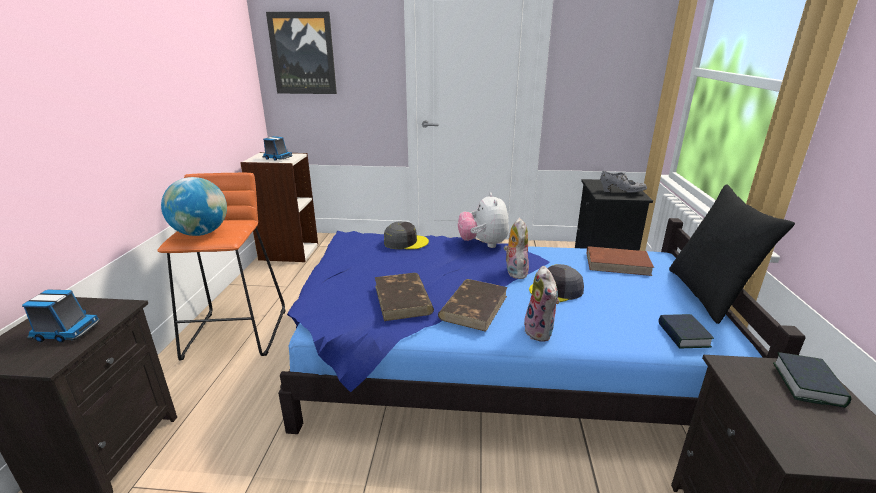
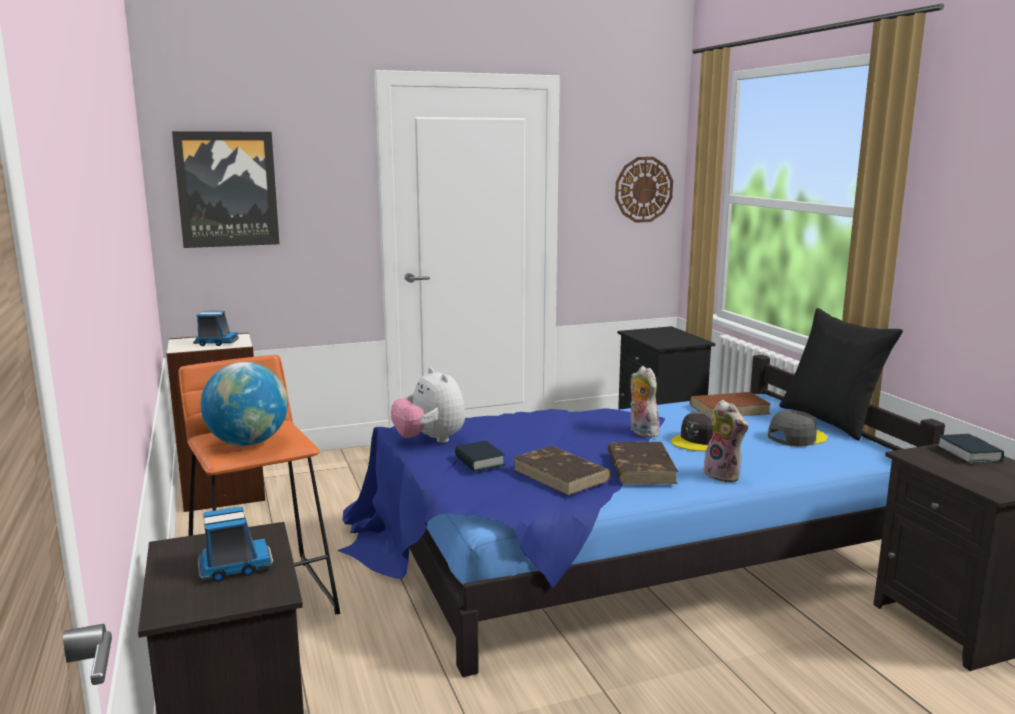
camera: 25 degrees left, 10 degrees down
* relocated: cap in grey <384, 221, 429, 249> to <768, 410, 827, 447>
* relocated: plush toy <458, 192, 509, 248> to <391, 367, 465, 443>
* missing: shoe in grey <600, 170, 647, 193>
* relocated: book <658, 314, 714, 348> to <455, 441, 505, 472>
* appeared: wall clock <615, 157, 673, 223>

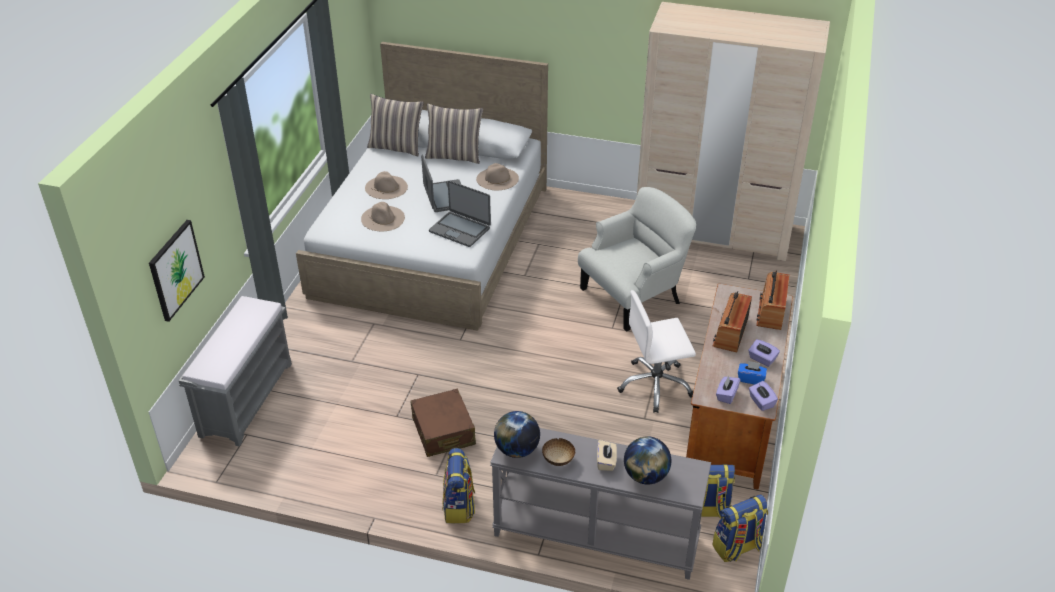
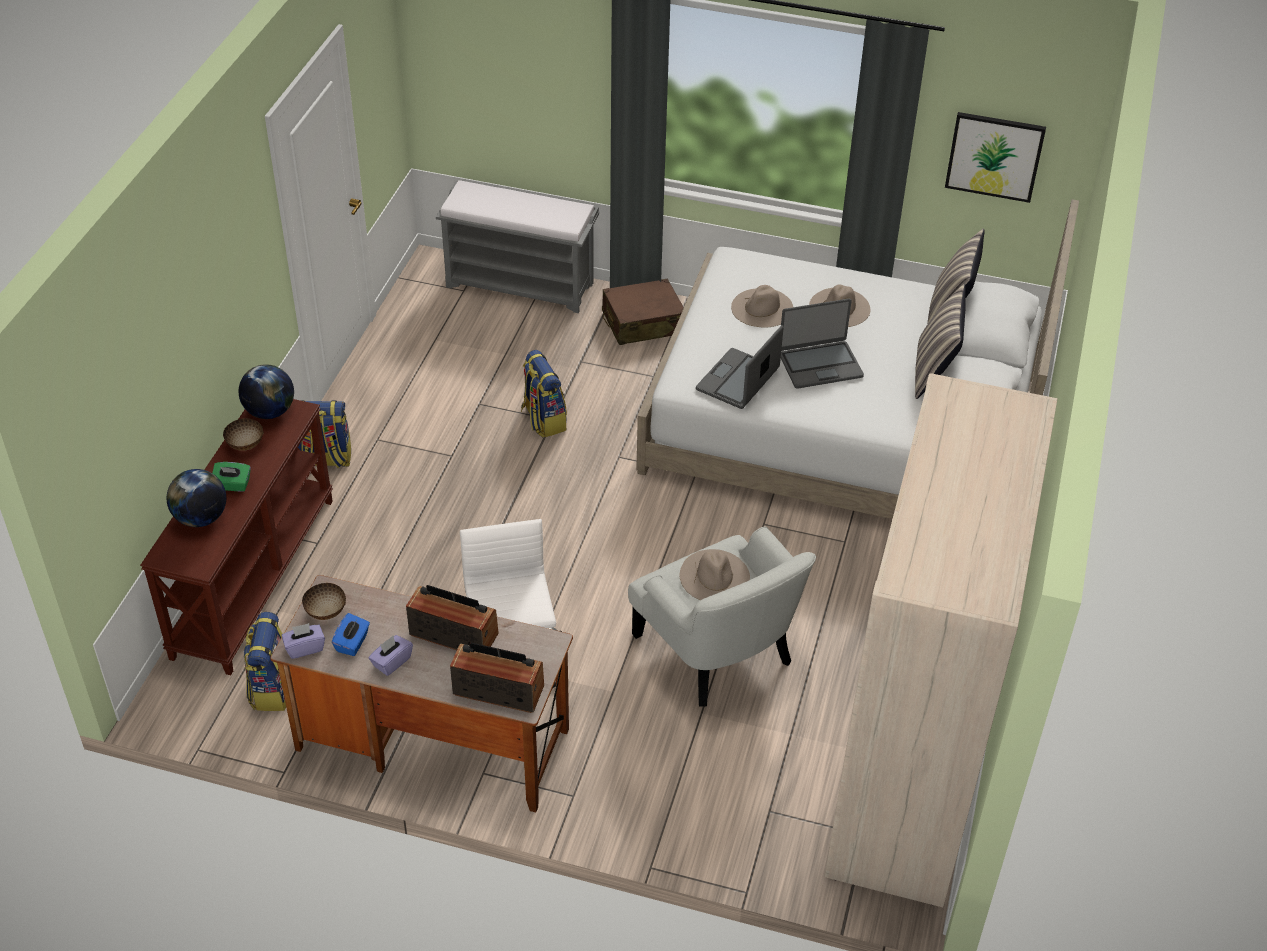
camera: 90 degrees right, 5 degrees up
* relocated: picture <149, 220, 205, 322> to <945, 112, 1046, 203>
* relocated: suitcase in brown <410, 389, 476, 457> to <602, 279, 684, 345>
* relocated: hat in beige <476, 163, 519, 190> to <680, 549, 750, 600>
* colour: console table in grey <490, 428, 711, 580> to console table in brown <140, 399, 333, 675>
* colour: tissue box in beige <597, 440, 617, 471> to tissue box in green <212, 462, 251, 492>
* relocated: backpack <712, 495, 768, 562> to <521, 350, 567, 438>
* exchanged: tissue box in purple <716, 375, 740, 404> to bowl <302, 583, 346, 620>

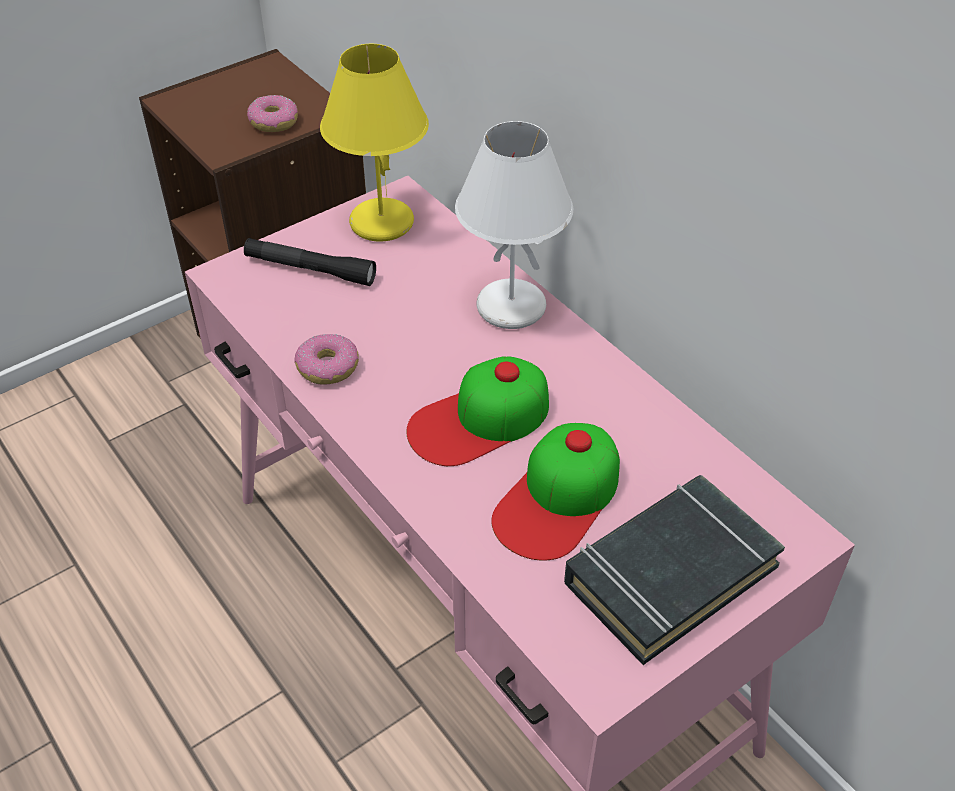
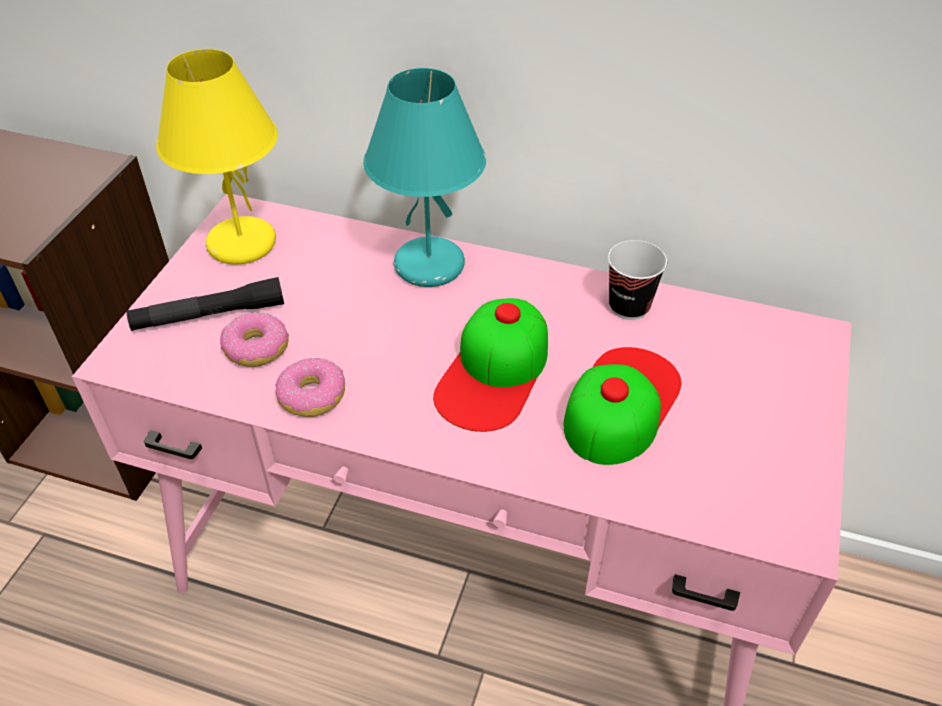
camera: 35 degrees left, 0 degrees up
* relocated: donut <247, 95, 298, 132> to <220, 312, 289, 367>
* colour: table lamp in white <455, 121, 573, 329> to table lamp in turquoise <363, 68, 486, 287>
* spun: cap <491, 423, 620, 561> = <563, 347, 681, 465> 150 degrees counterclockwise
* missing: book in black <564, 475, 785, 665>
* appeared: cup <608, 240, 667, 320>

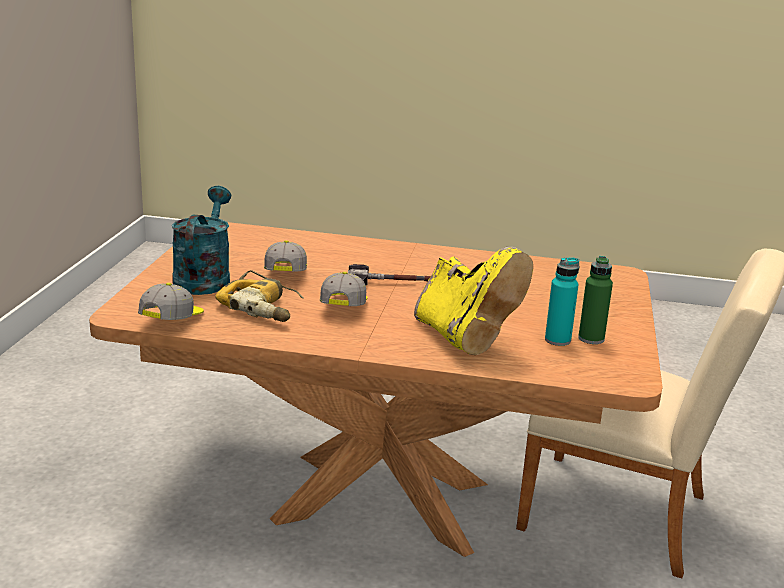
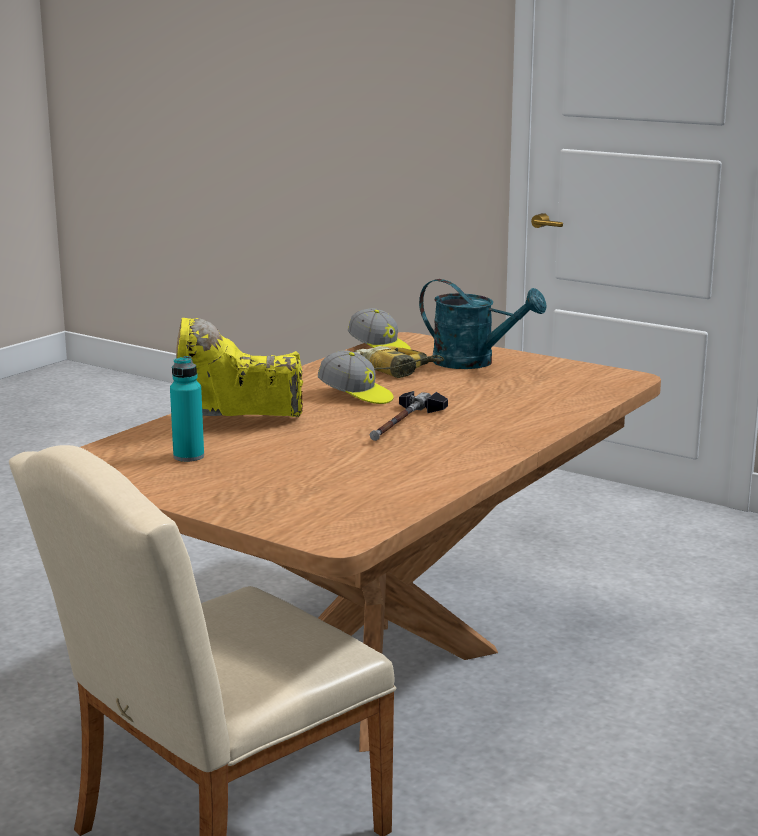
camera: 115 degrees right, 5 degrees down
* missing: cap <264, 240, 307, 272>
* missing: bottle in green <578, 256, 613, 344>

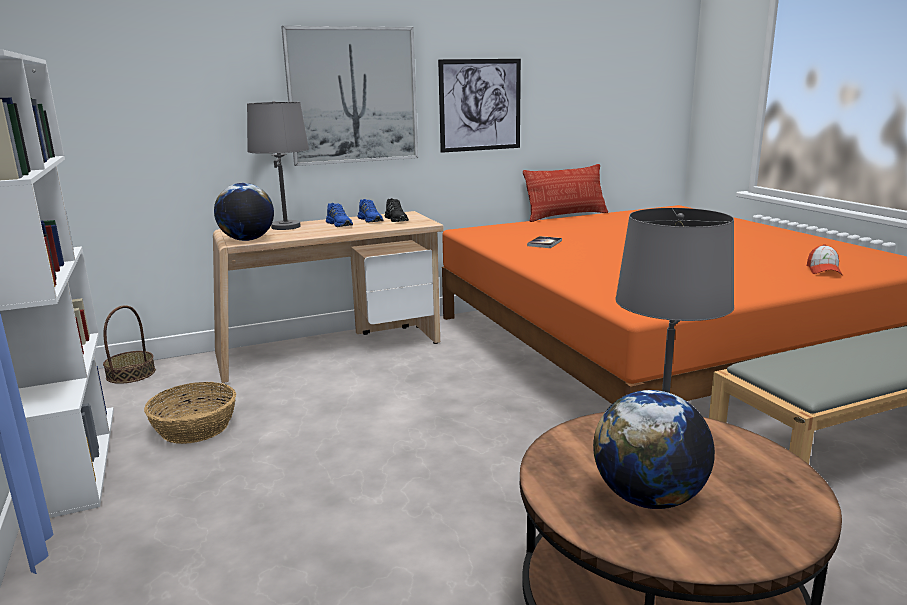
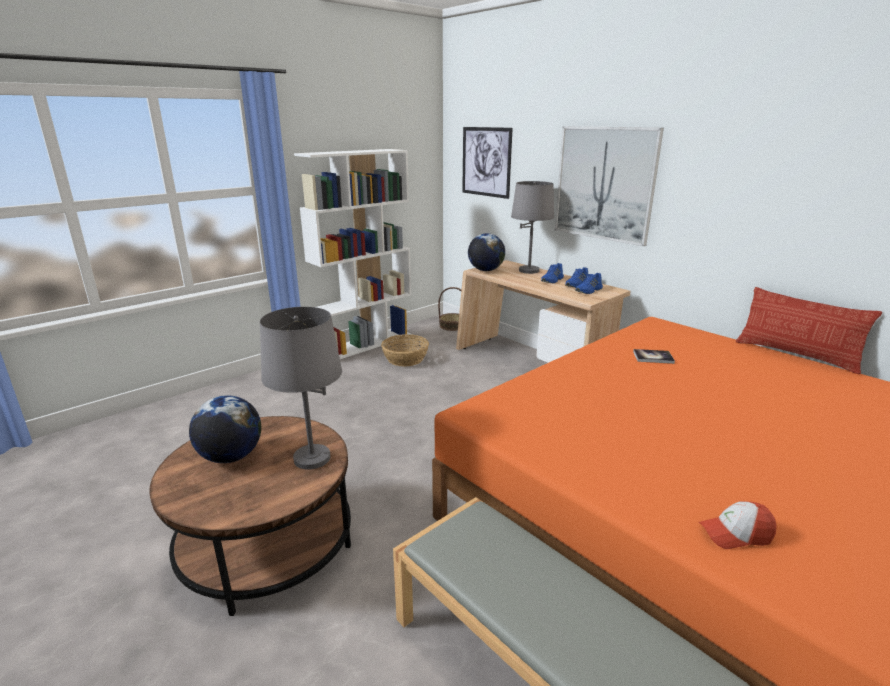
camera: 70 degrees right, 5 degrees up
* colour: shoe in black <385, 198, 409, 222> to shoe in blue <575, 273, 603, 294>
* relocated: picture <438, 59, 521, 153> to <462, 127, 513, 199>

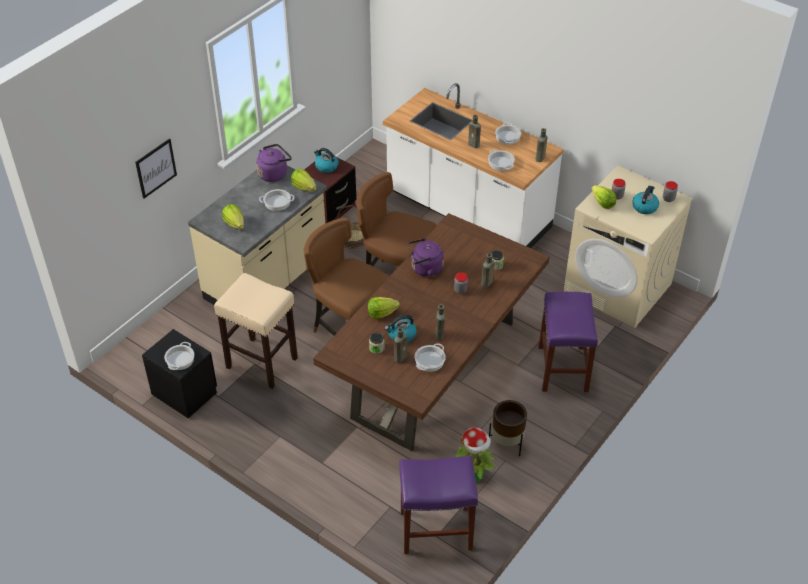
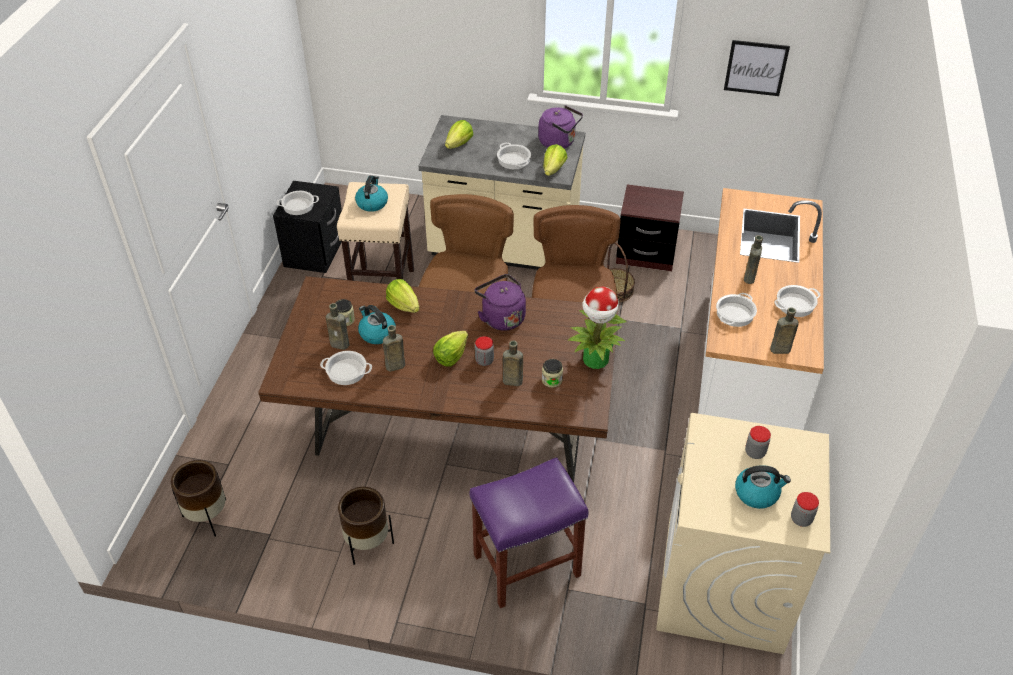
camera: 65 degrees right, 0 degrees up
* relocated: picture <135, 139, 177, 199> to <724, 40, 790, 96>
* relocated: kettle <314, 148, 338, 173> to <355, 176, 388, 212>
* exchanged: stool in purple <399, 455, 478, 554> to planter in brown <171, 460, 226, 537>
* relocated: potted plant <455, 427, 497, 482> to <568, 287, 627, 369>
* relocated: lettuce <591, 185, 617, 209> to <433, 331, 468, 367>

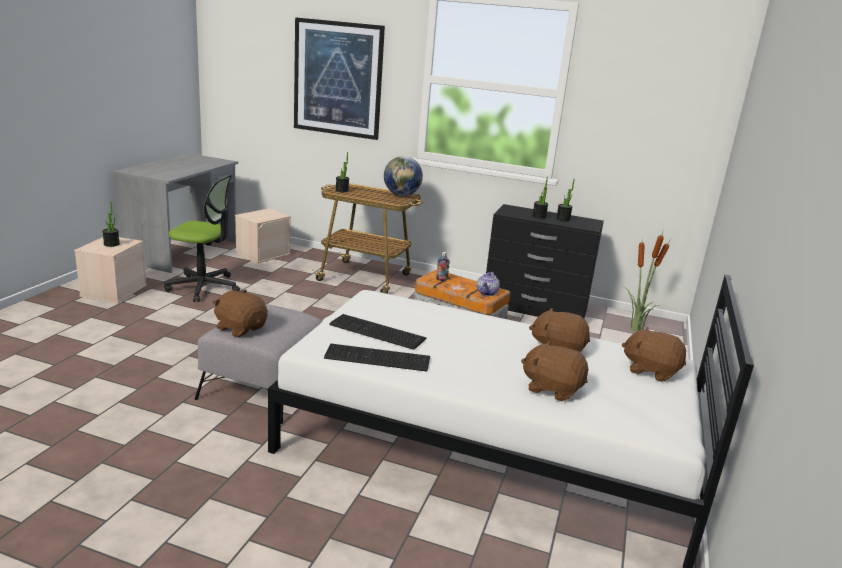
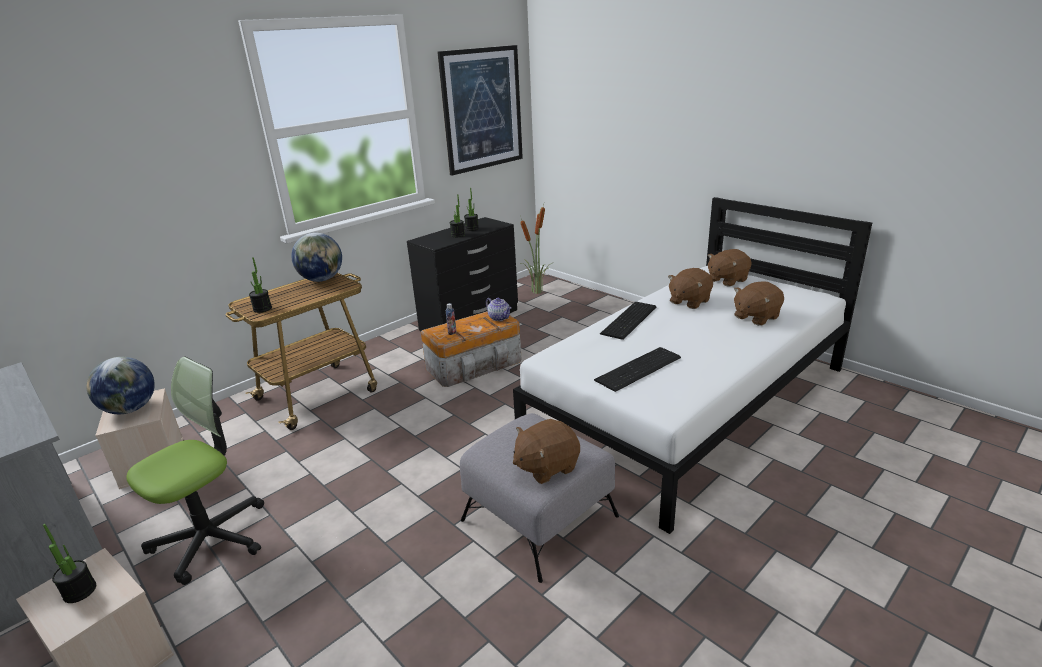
camera: 60 degrees left, 5 degrees up
* relocated: picture <294, 17, 385, 140> to <437, 45, 523, 175>
* relocated: keyboard <324, 344, 430, 372> to <600, 302, 656, 340>
* appeared: globe <87, 357, 155, 414>

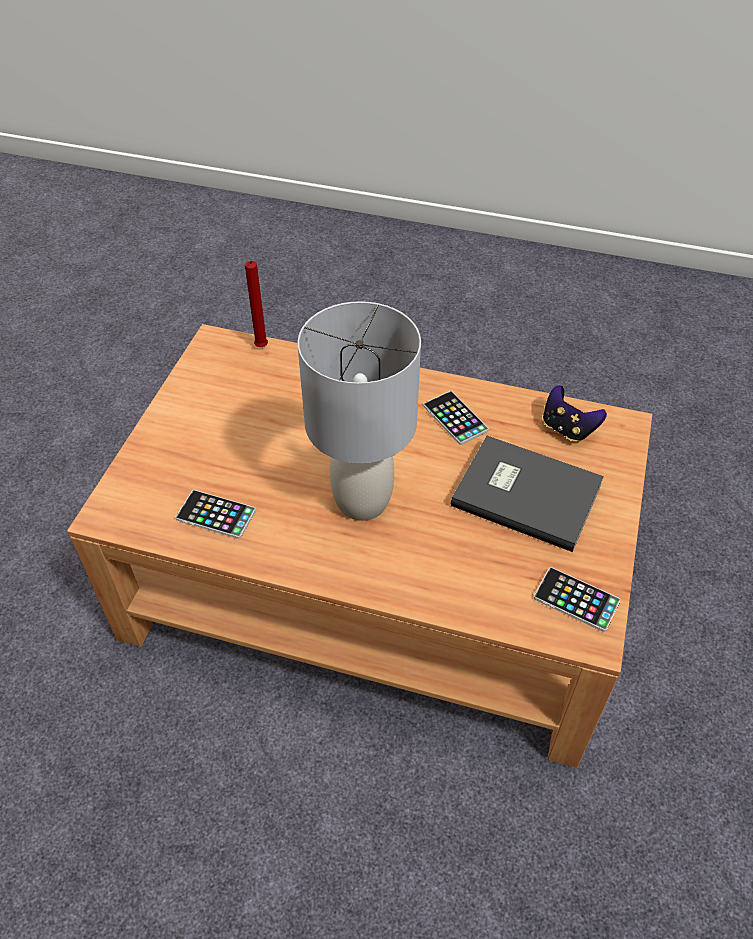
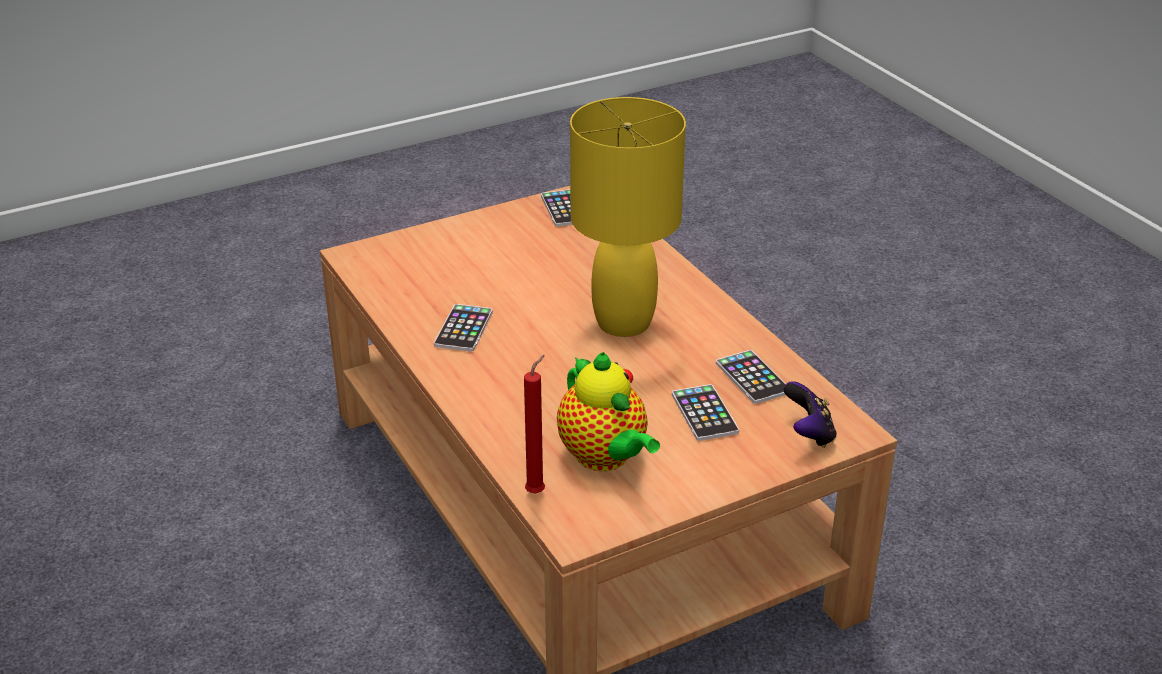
camera: 135 degrees left, 15 degrees down
* colour: table lamp in grey <298, 301, 421, 521> to table lamp in yellow <570, 97, 686, 337>
* missing: book in grey <451, 436, 604, 552>
* relocated: game controller <543, 385, 607, 442> to <783, 381, 837, 448>
* appeared: teapot <557, 352, 660, 471>
* appeared: phone <672, 384, 739, 441>

